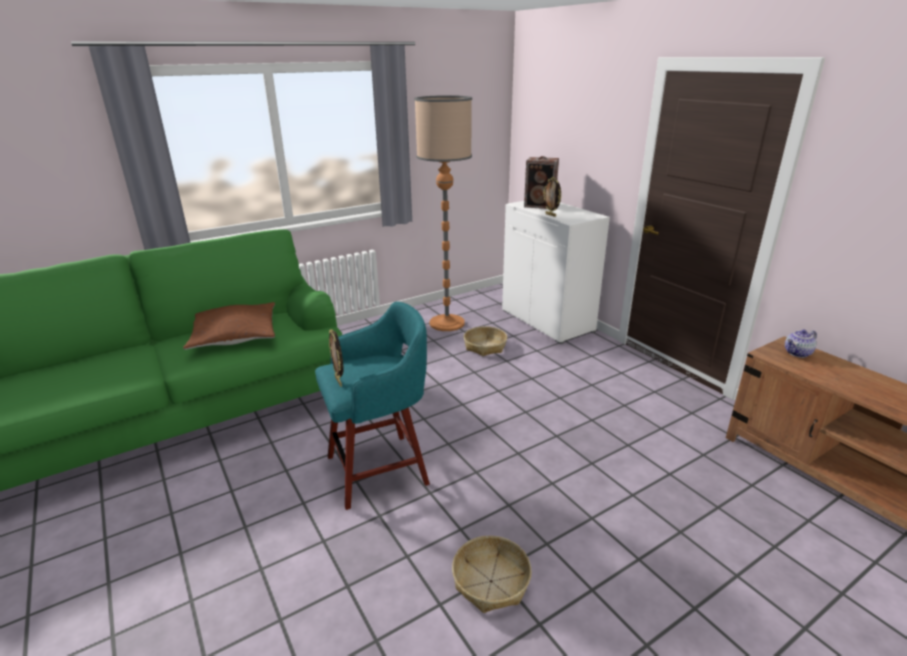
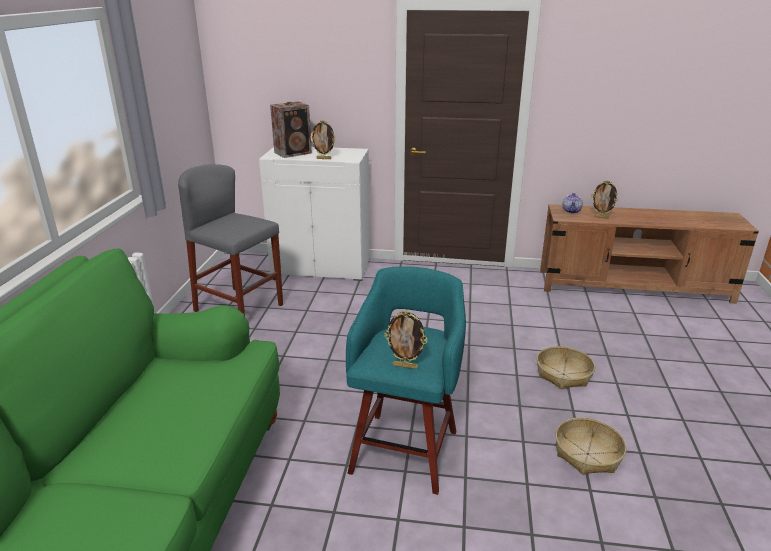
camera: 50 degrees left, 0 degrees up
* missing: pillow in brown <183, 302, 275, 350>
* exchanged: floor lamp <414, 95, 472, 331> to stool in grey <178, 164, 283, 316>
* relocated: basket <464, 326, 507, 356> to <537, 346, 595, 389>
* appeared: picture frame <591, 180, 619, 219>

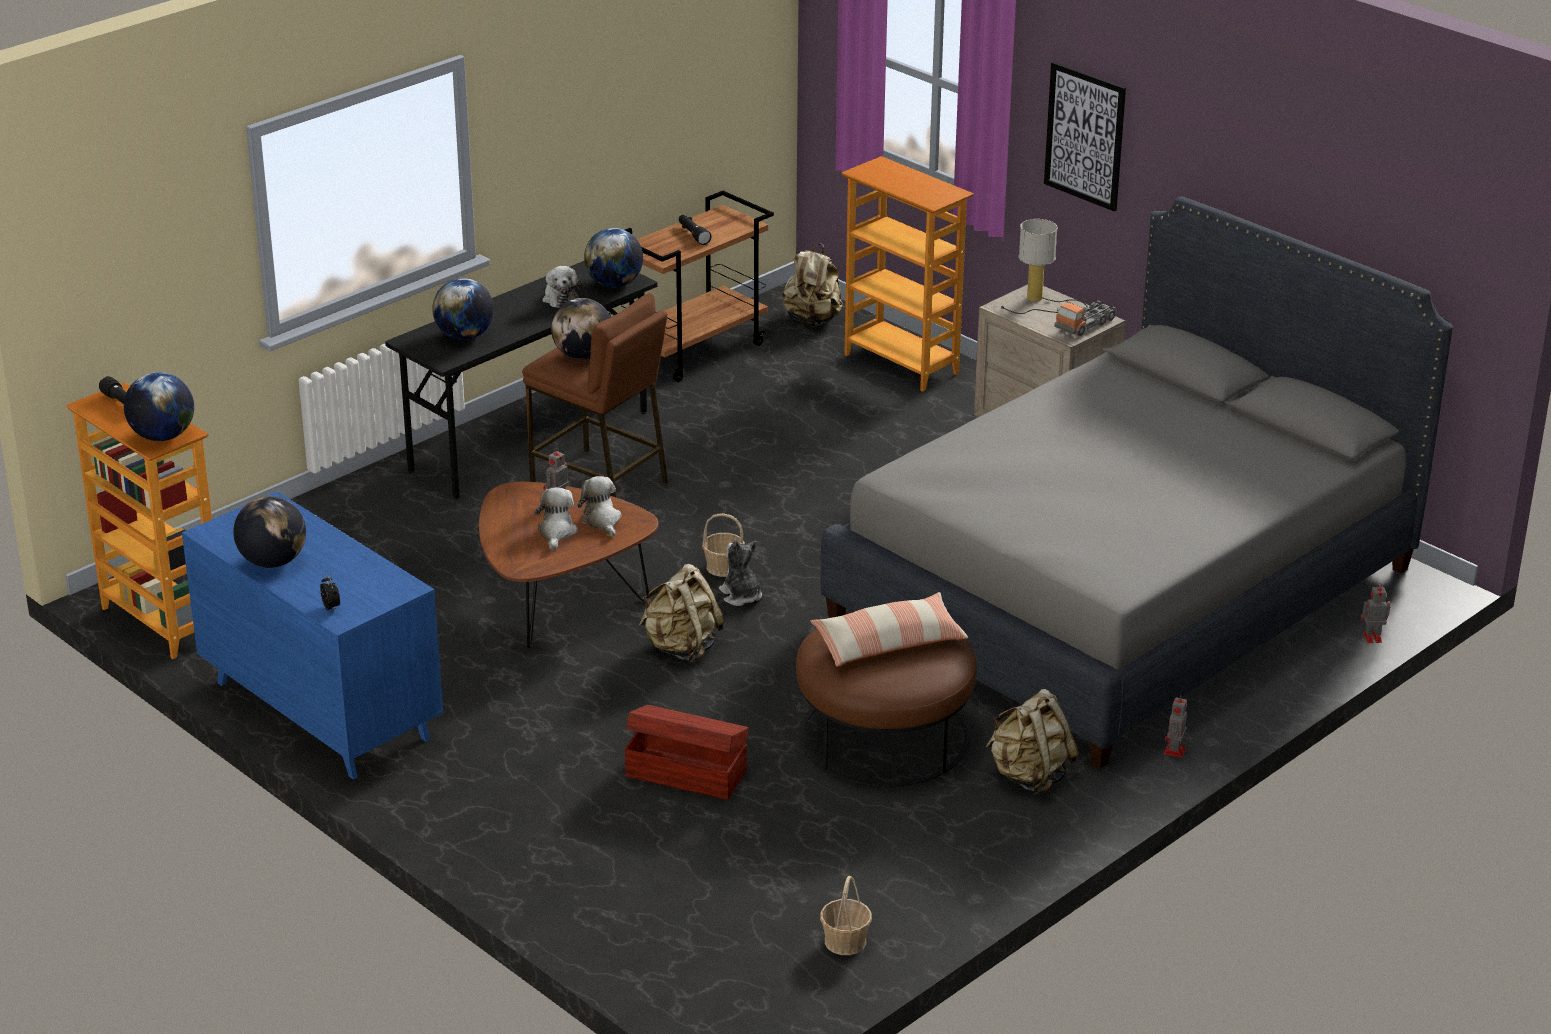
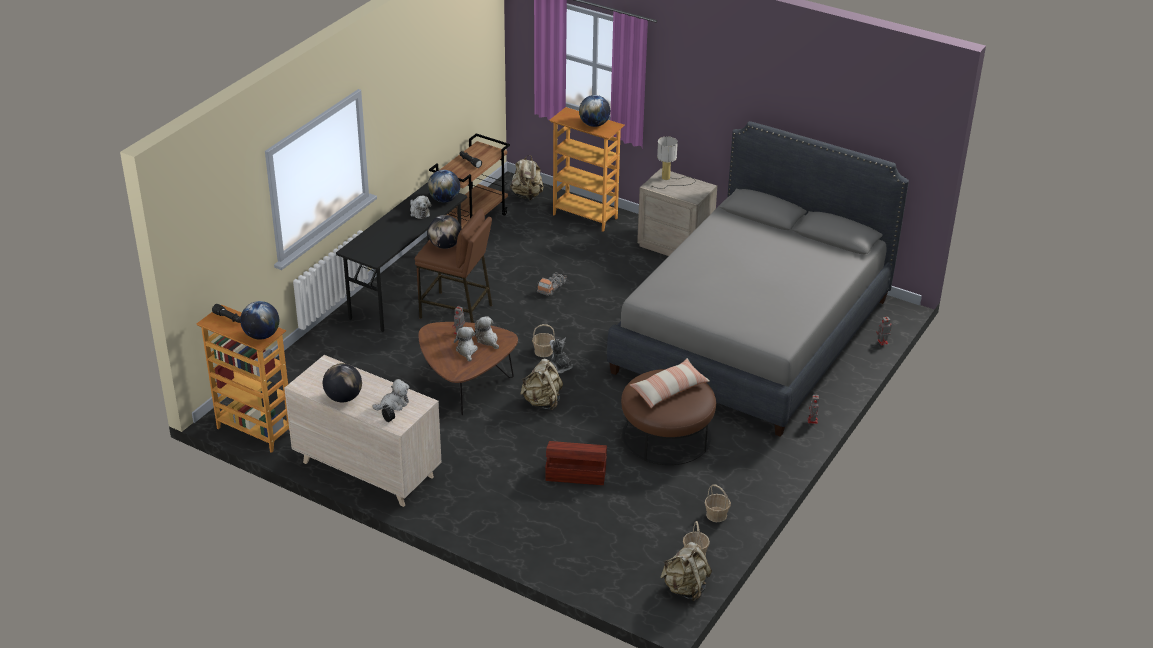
camera: 15 degrees left, 5 degrees up
* colour: dresser in blue <182, 491, 443, 780> to dresser in beige <284, 355, 442, 507>
* relocated: globe <433, 278, 494, 340> to <579, 95, 610, 127>
* relocated: backpack in beige <986, 689, 1079, 795> to <660, 542, 712, 601>
* missing: picture <1044, 62, 1126, 211>
* relocated: toy truck <1054, 300, 1117, 336> to <537, 272, 567, 296>
* appeared: plush toy <372, 379, 409, 411>
* appeared: basket <705, 484, 731, 522>

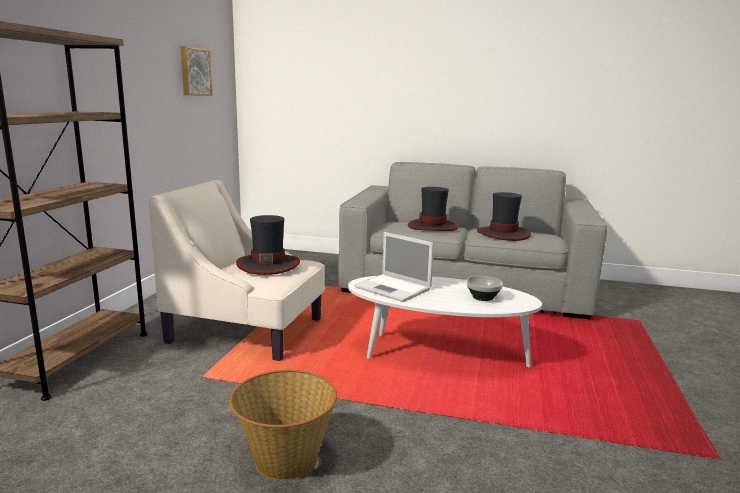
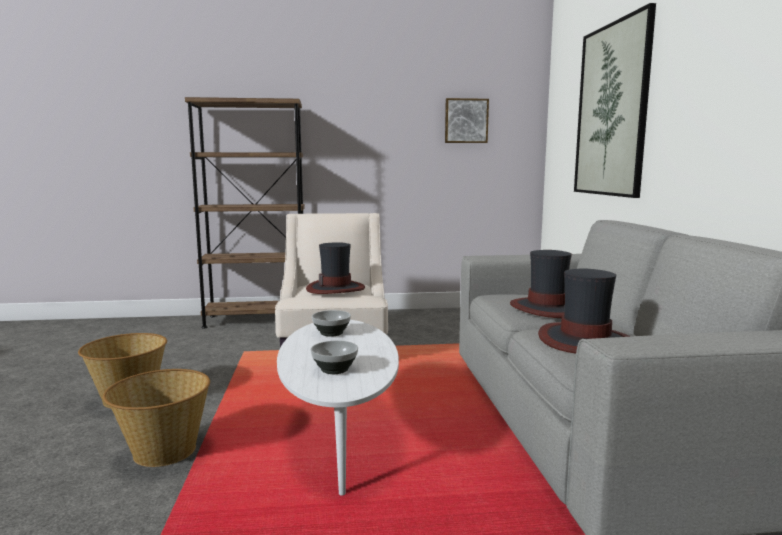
camera: 70 degrees right, 5 degrees down
* exchanged: laptop <354, 232, 434, 302> to bowl <312, 310, 351, 337>
* appeared: basket <103, 369, 210, 467>
* appeared: picture <574, 3, 656, 198>

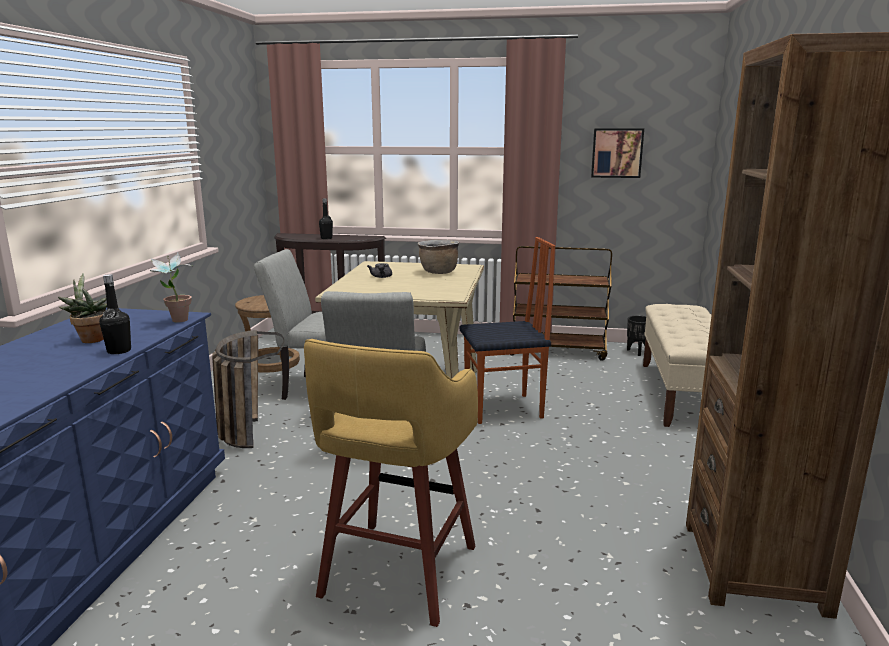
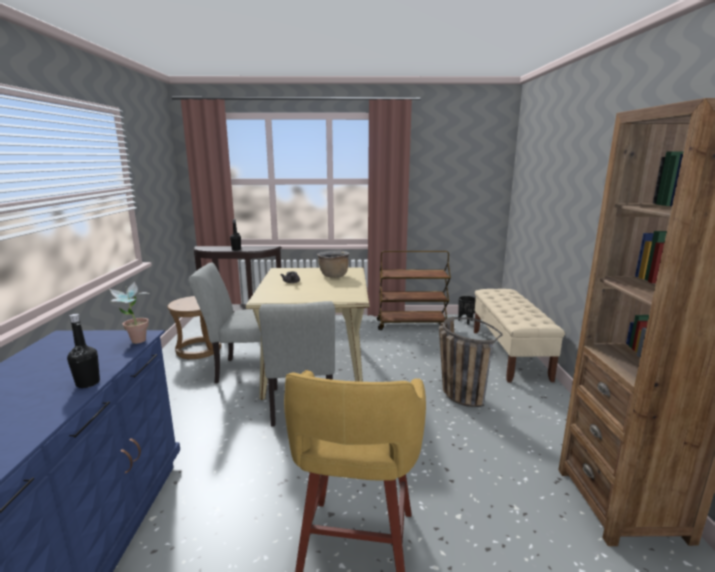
camera: 10 degrees left, 0 degrees up
* missing: potted plant <58, 273, 107, 343>
* relocated: basket <212, 330, 284, 448> to <439, 317, 503, 407>
* missing: chair <459, 237, 555, 424>
* missing: picture <591, 128, 644, 178>

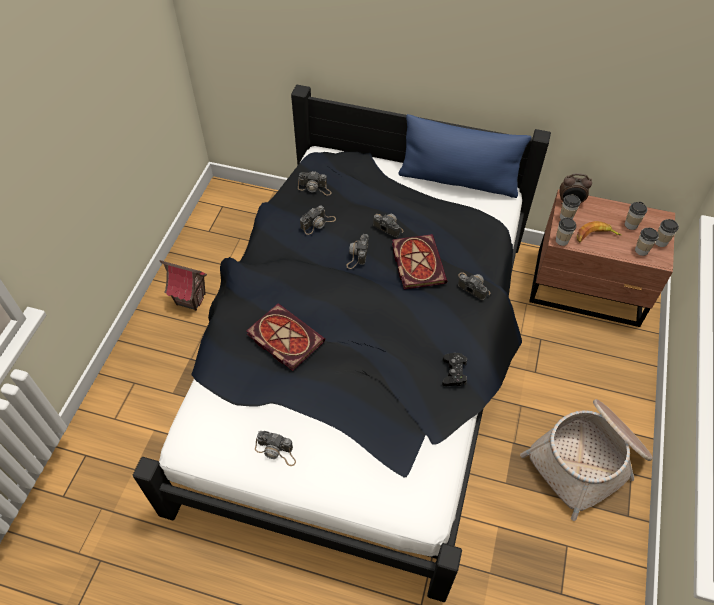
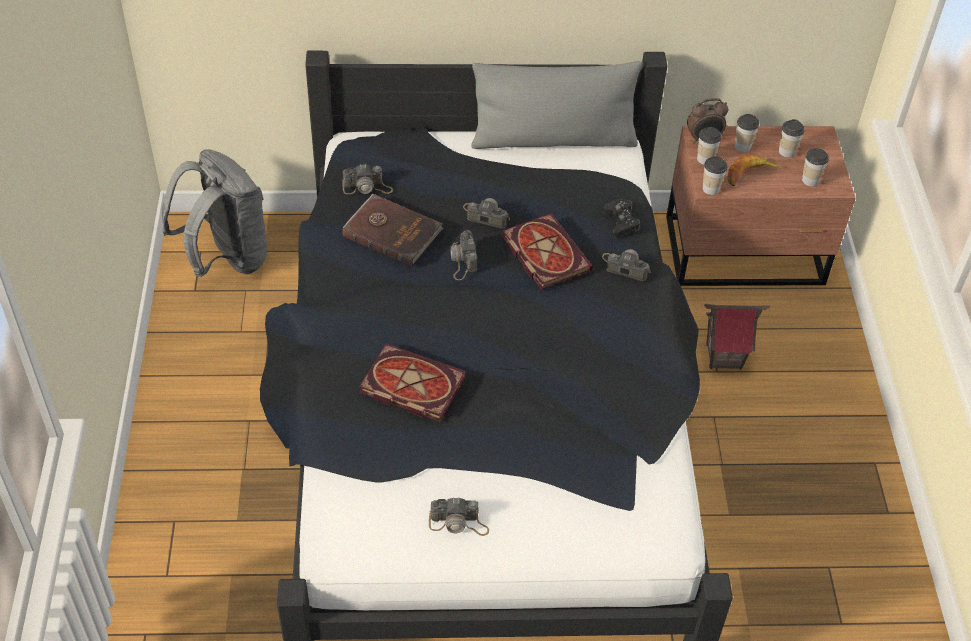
camera: 20 degrees left, 5 degrees down
* relocated: toy house <159, 260, 207, 311> to <704, 304, 770, 370>
* exchanged: photo camera <300, 206, 336, 235> to book in brown <342, 194, 444, 266>
* colour: pillow in blue <398, 114, 531, 198> to pillow in grey <471, 61, 643, 149>
* relocated: game controller in black <442, 353, 467, 386> to <603, 199, 640, 237>
* missing: basket <520, 399, 652, 521>
* relocated: cup <655, 219, 679, 247> to <735, 114, 759, 152>
* appeared: backpack in grey <162, 149, 267, 277>

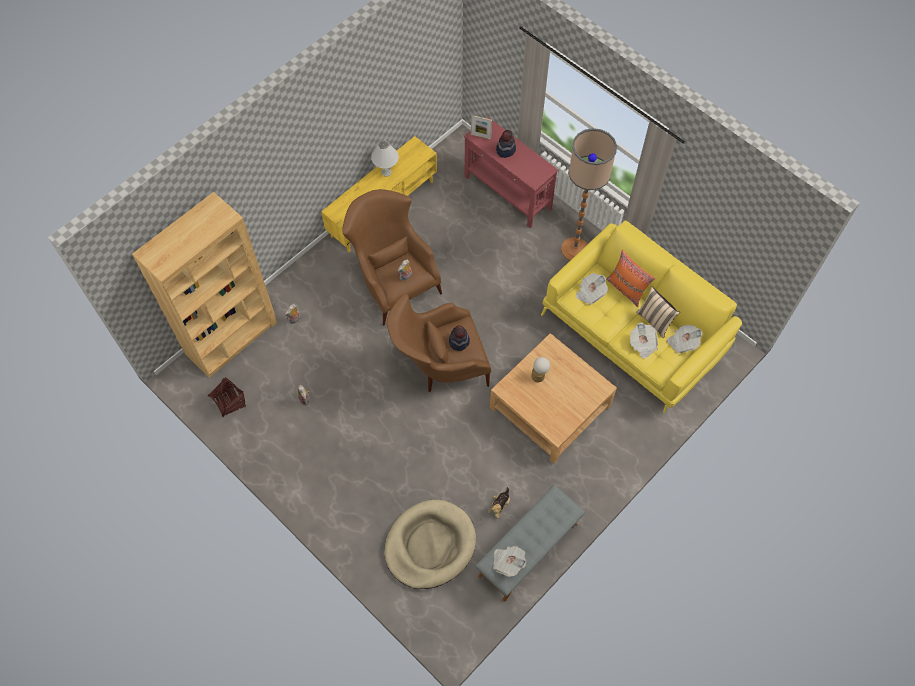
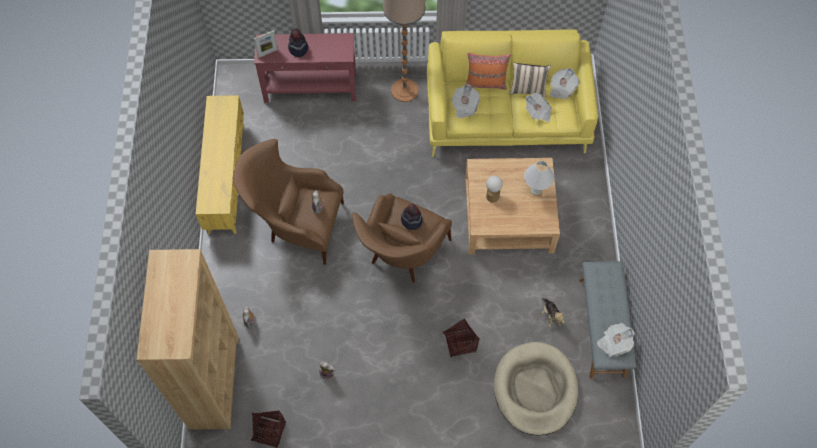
camera: 45 degrees left, 0 degrees up
* relocated: table lamp in white <371, 140, 399, 177> to <524, 161, 554, 195>
* appeared: basket <443, 318, 479, 357>

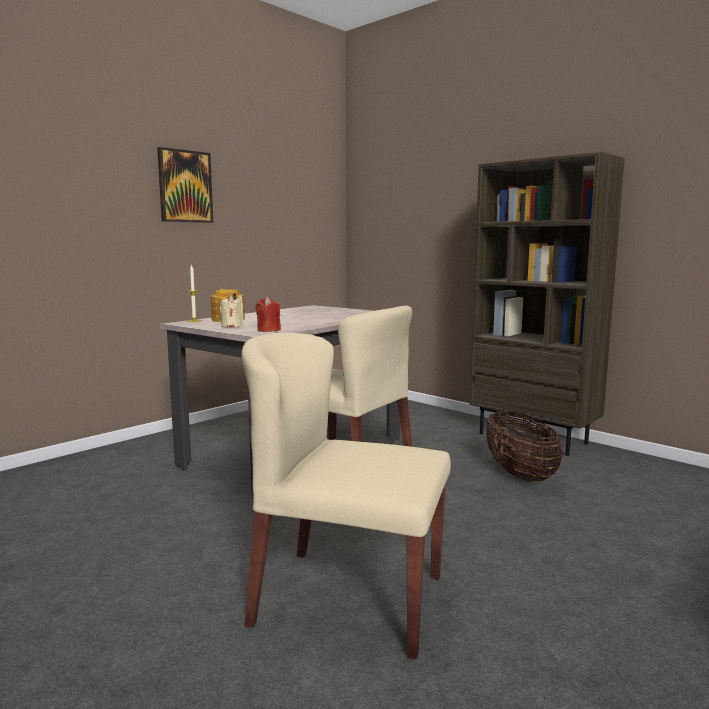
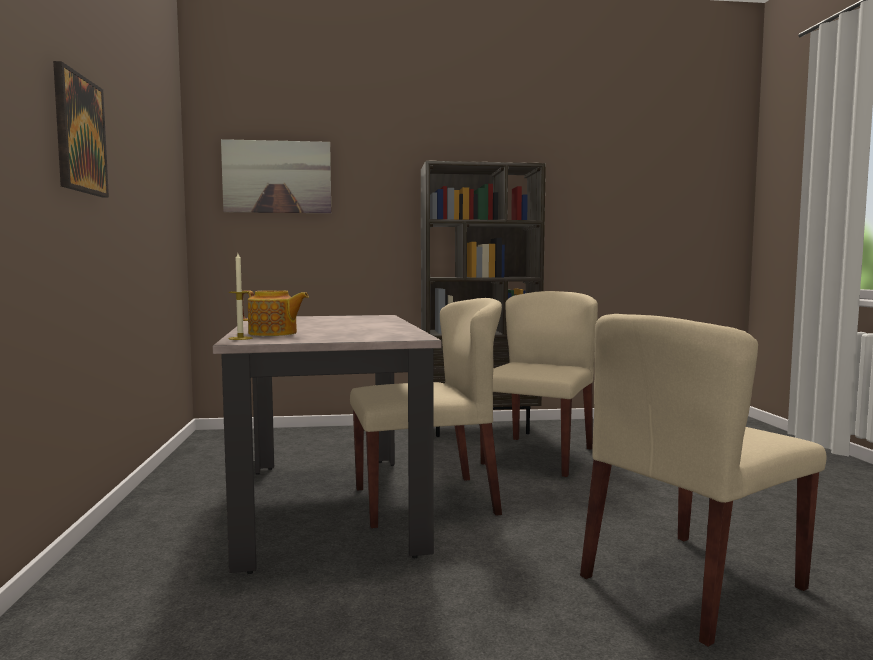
camera: 50 degrees left, 5 degrees down
* missing: candle in beige <220, 294, 244, 327>
* missing: candle in red <255, 297, 281, 332>
* exchanged: basket <486, 411, 563, 482> to chair in beige <480, 291, 598, 477>
* appeared: picture <221, 139, 331, 213>

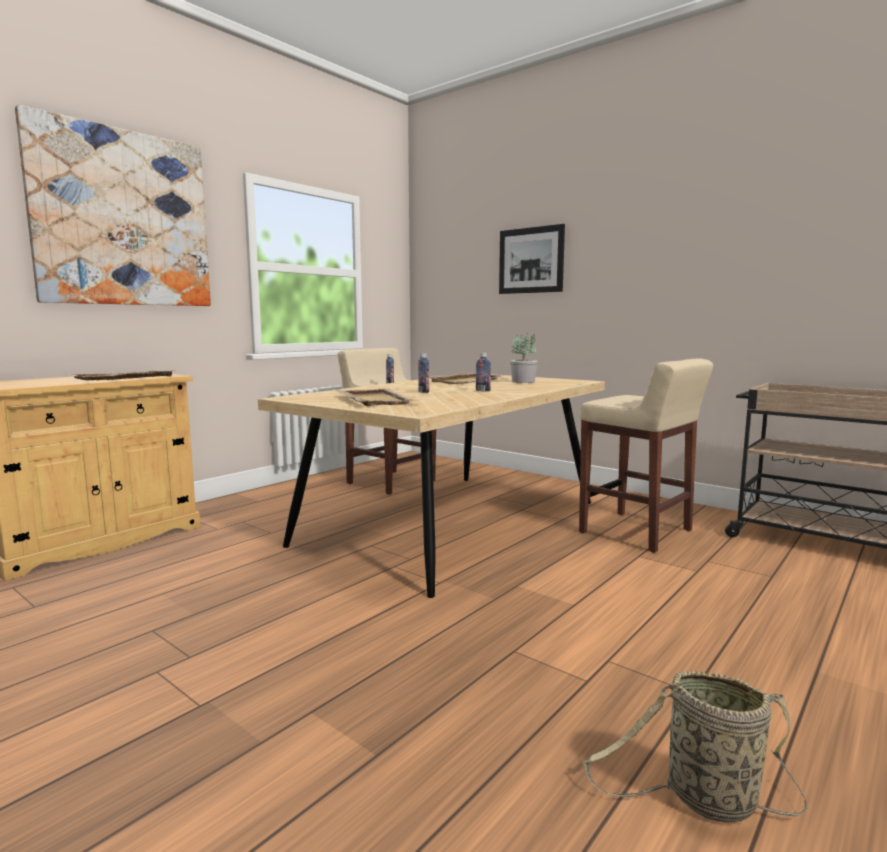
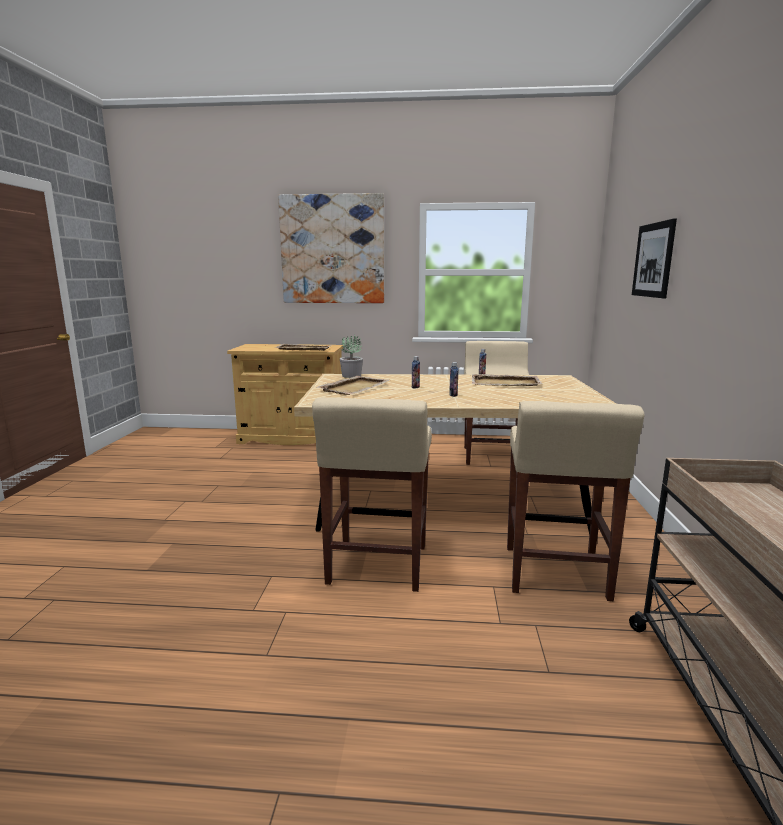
camera: 55 degrees right, 5 degrees up
* relocated: potted plant <510, 333, 538, 383> to <340, 335, 363, 378>
* missing: basket <583, 671, 808, 822>
* appeared: stool in beige <312, 397, 432, 592>

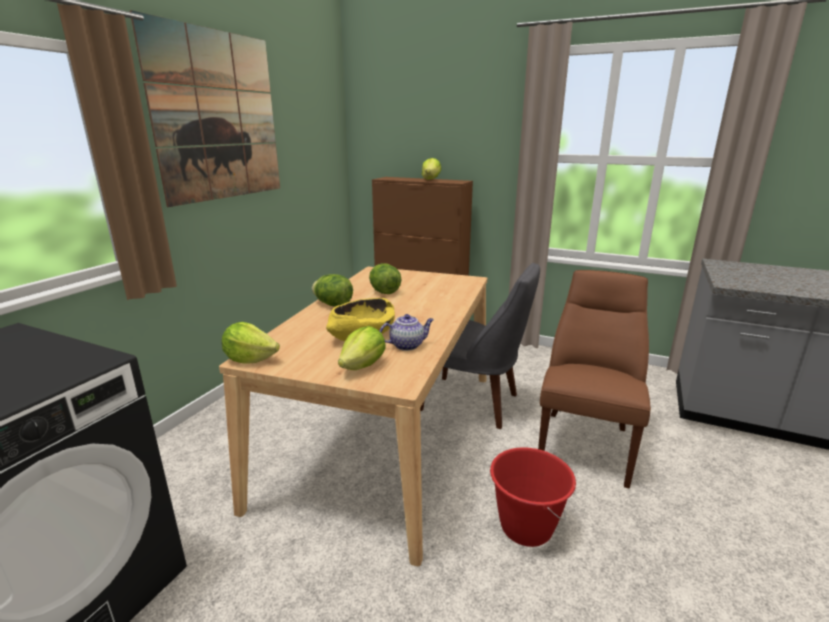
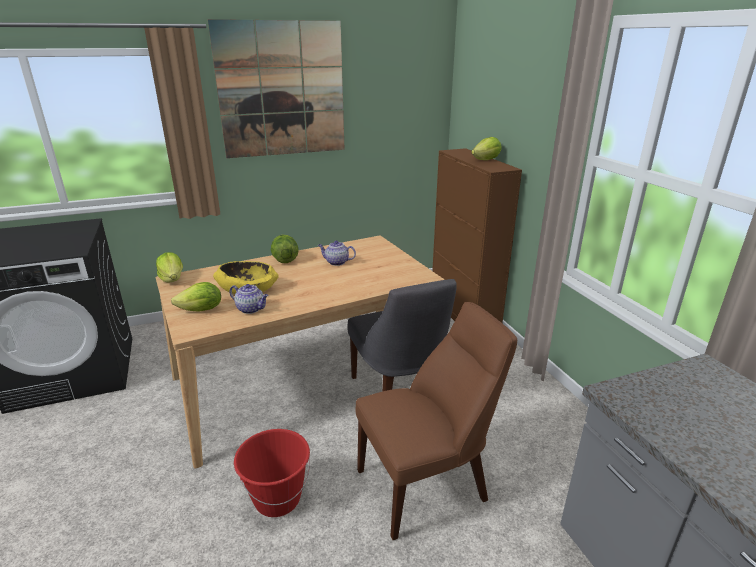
camera: 45 degrees right, 5 degrees up
* exchanged: lettuce <369, 263, 401, 294> to teapot <318, 241, 356, 266>

